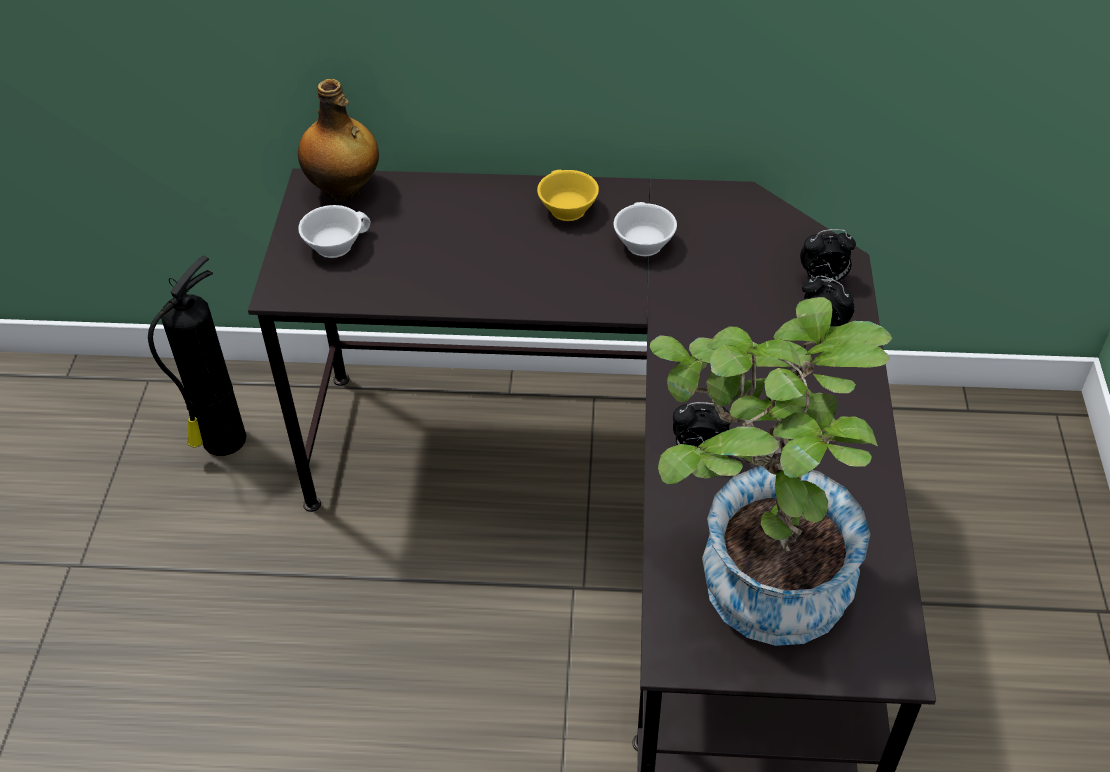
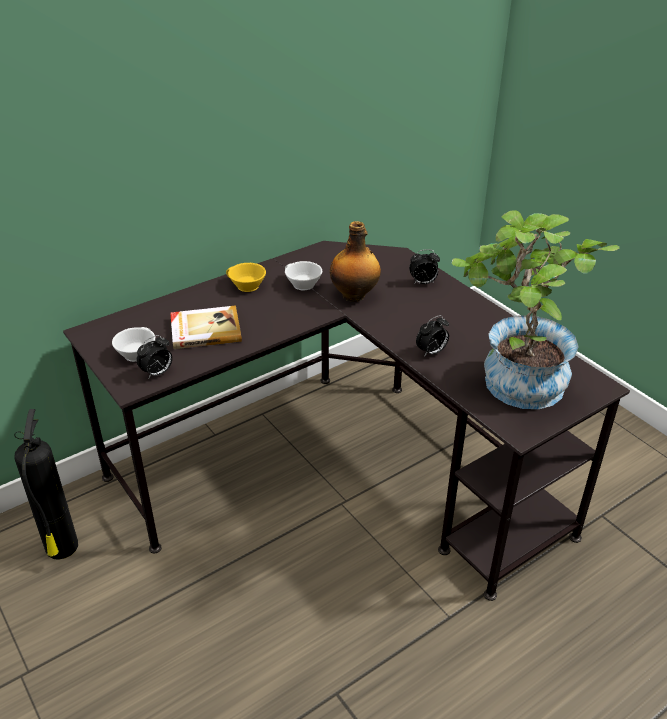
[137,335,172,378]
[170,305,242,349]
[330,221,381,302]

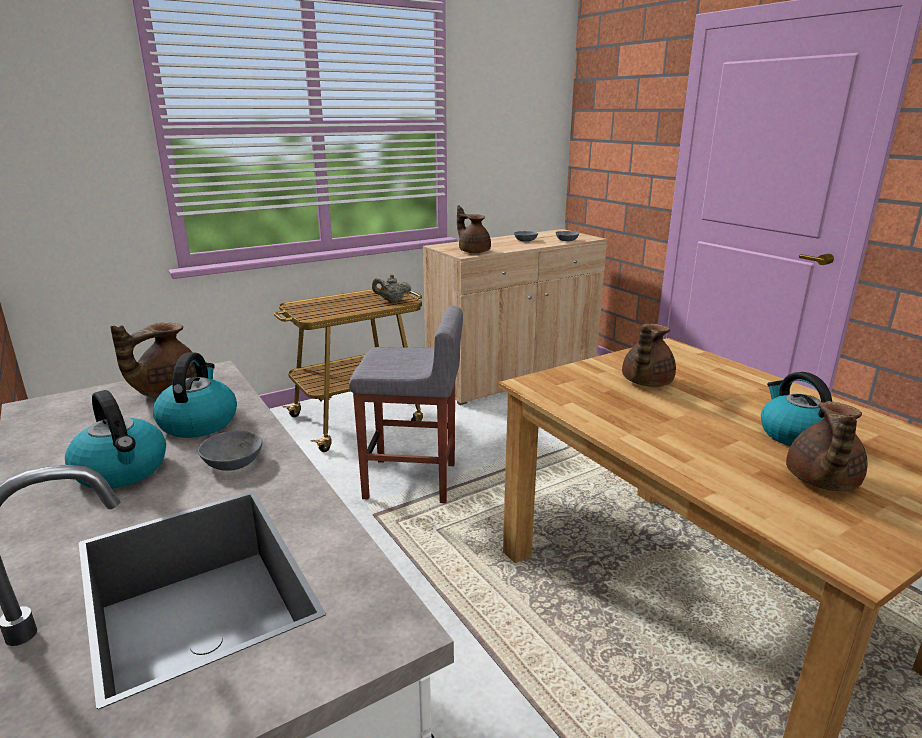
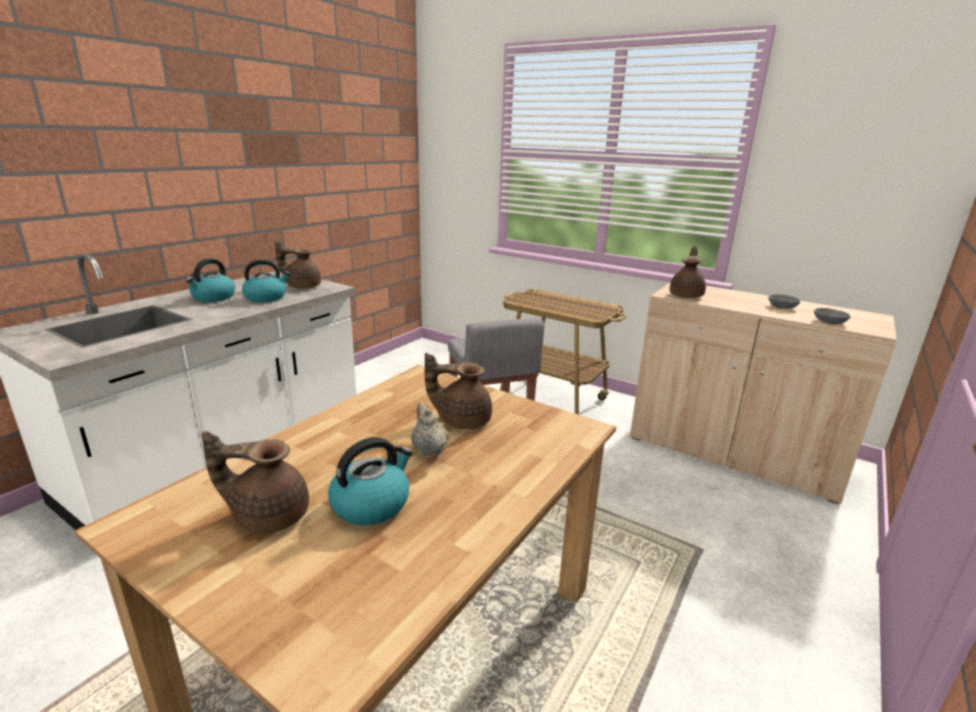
[411,402,449,456]
[198,430,262,471] (first image)

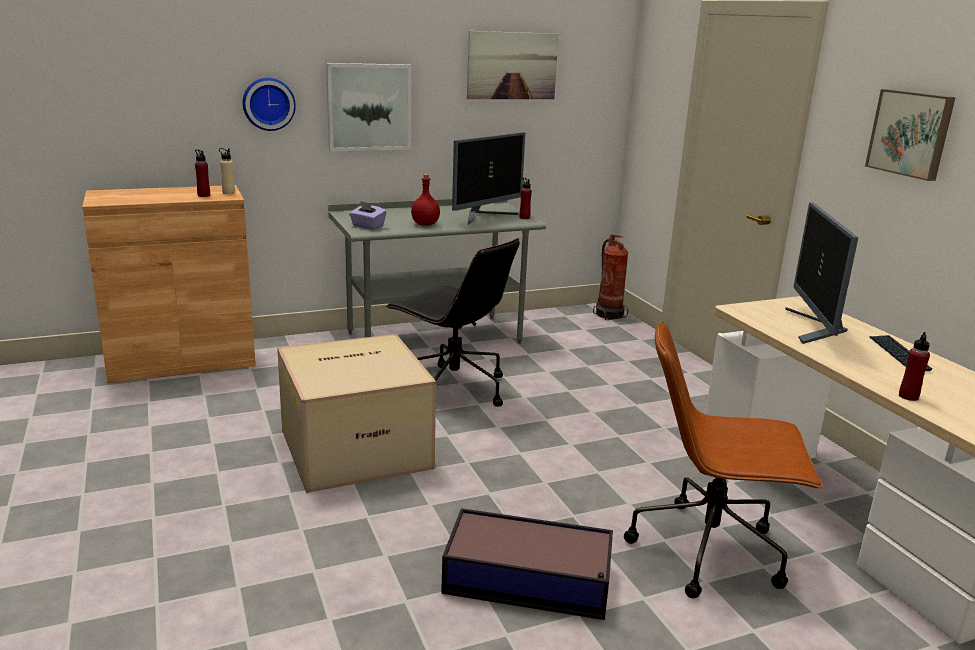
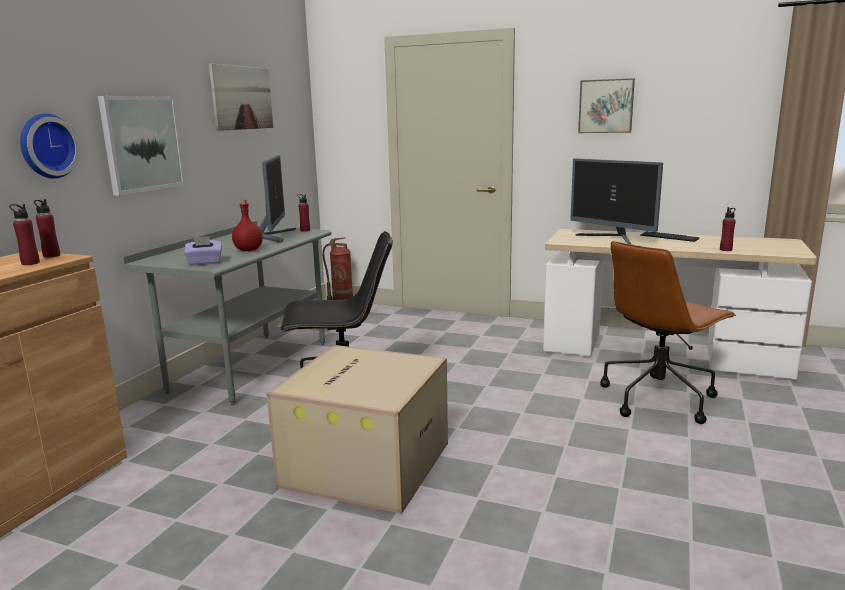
[34,199,60,258]
[441,508,613,620] (first image)

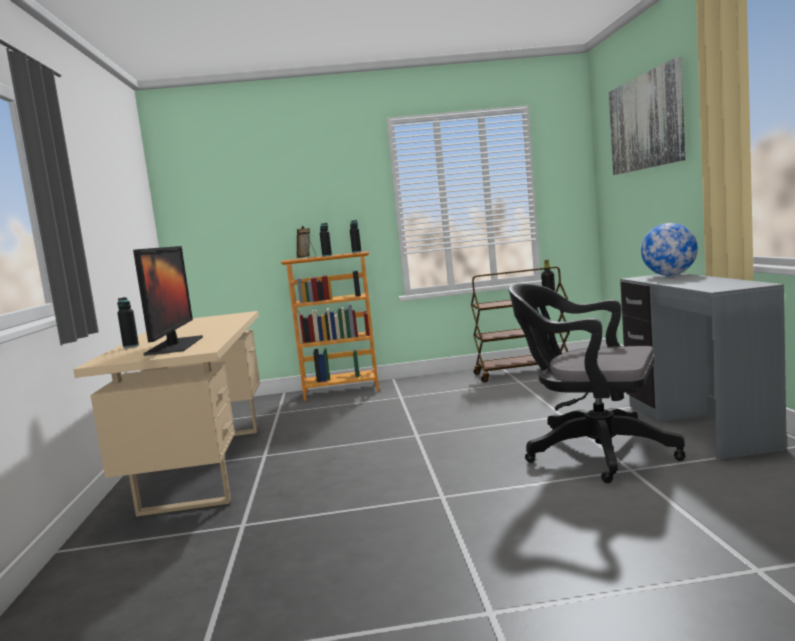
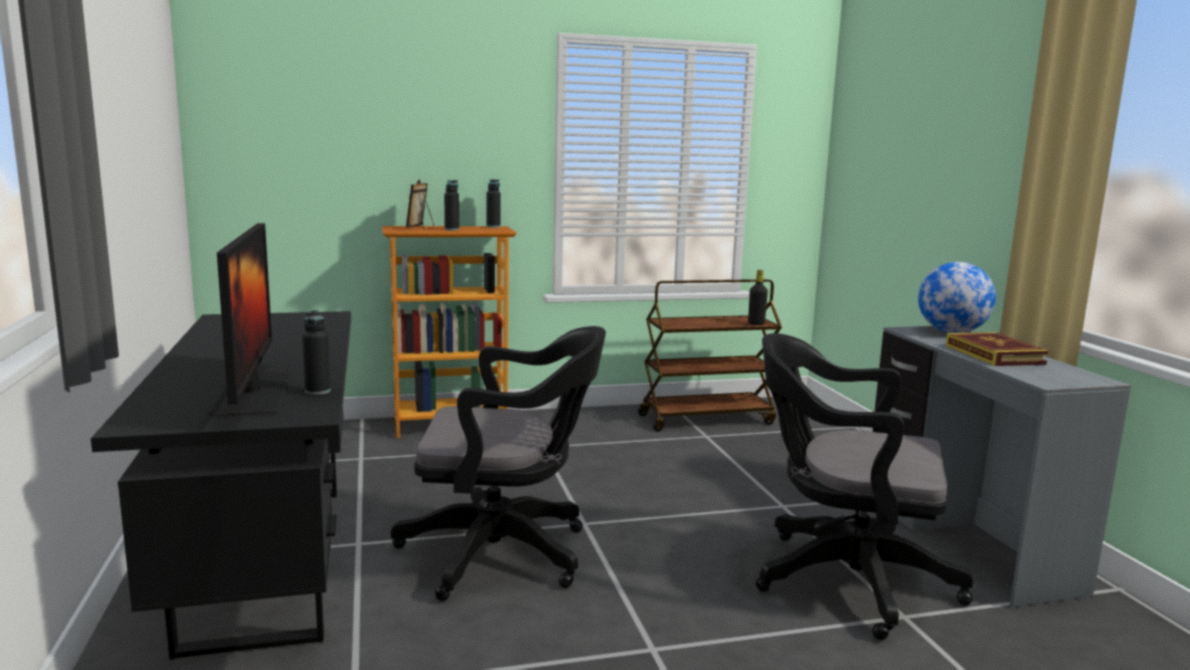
[91,311,351,660]
[302,310,331,395]
[391,326,606,601]
[946,332,1049,366]
[609,57,685,175] (first image)

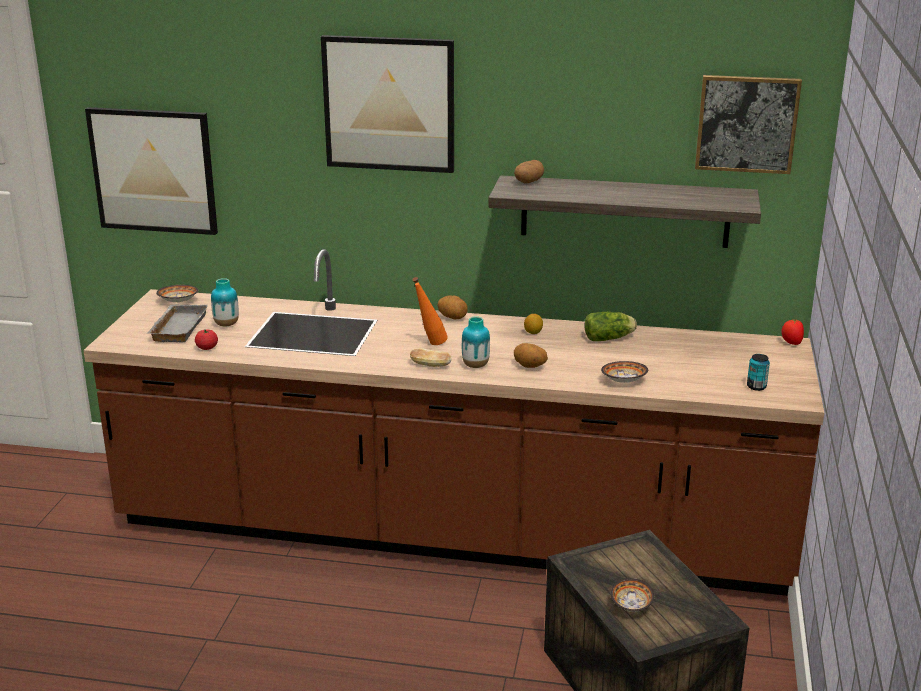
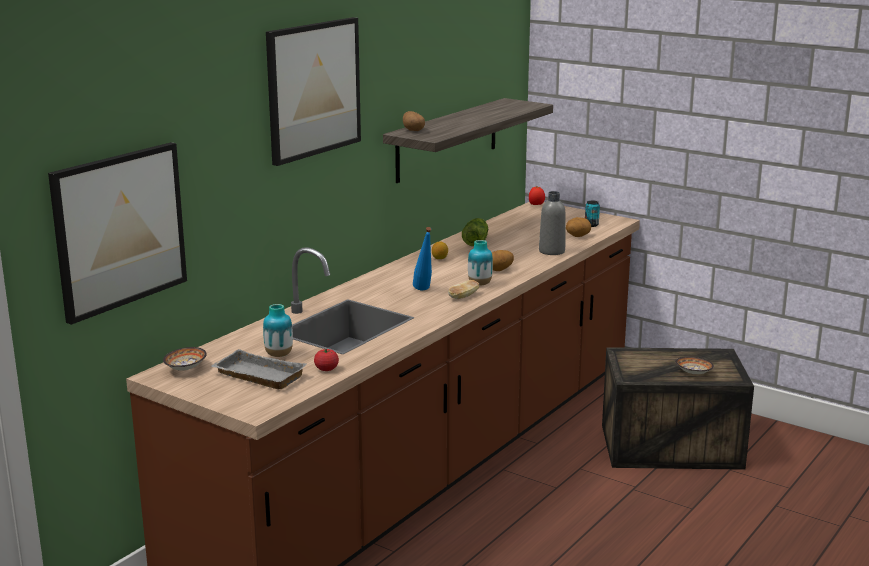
[413,227,432,290]
[539,191,566,255]
[566,217,591,237]
[695,75,802,174] (first image)

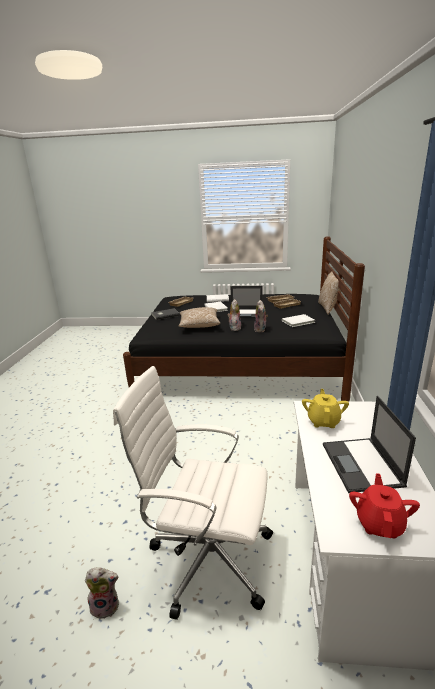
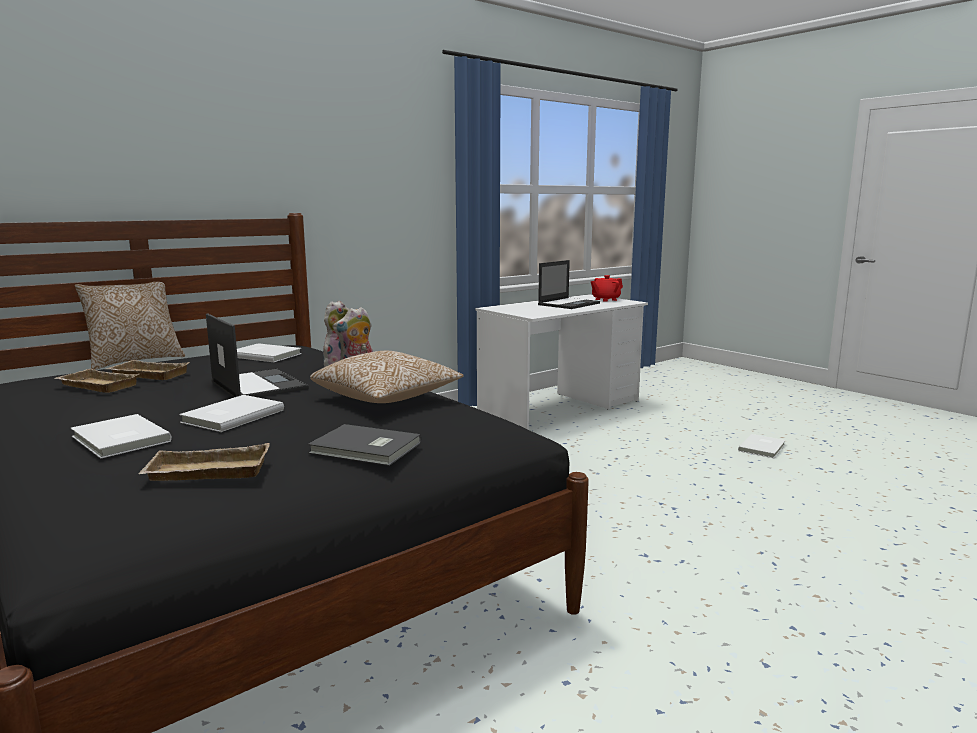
[738,434,786,458]
[113,366,273,620] (first image)
[302,389,349,428] (first image)

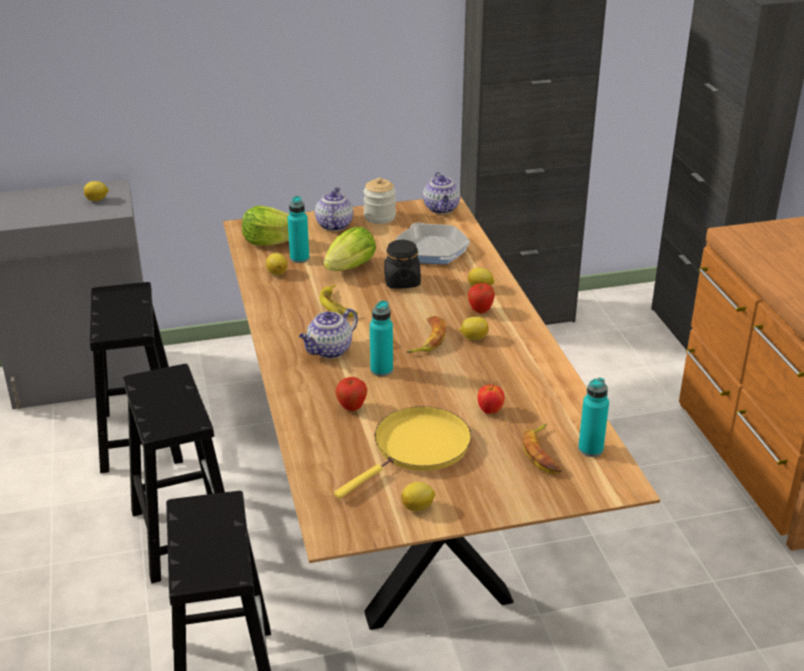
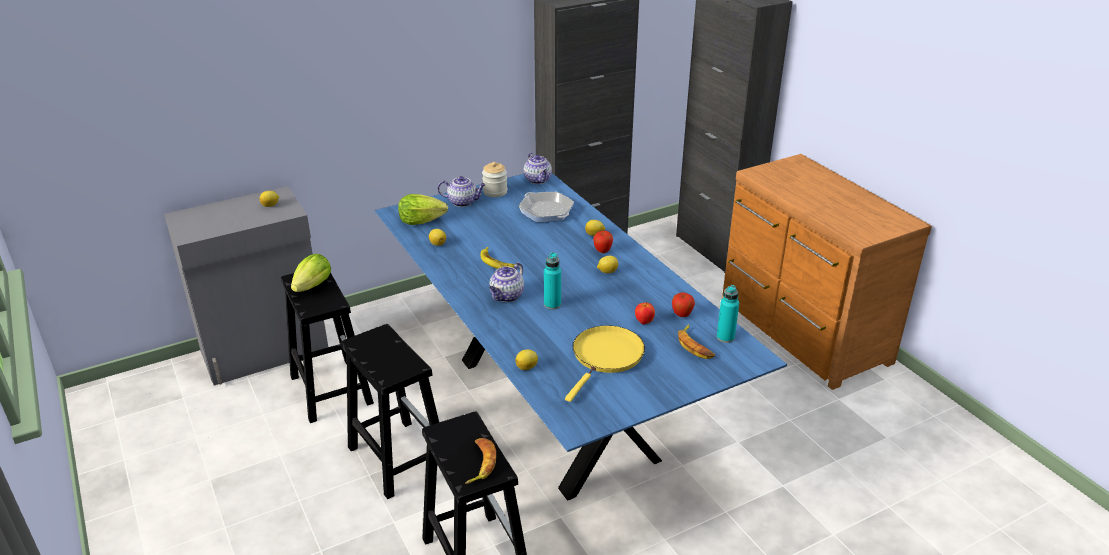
[291,254,331,292]
[375,173,787,500]
[438,176,486,207]
[465,438,496,484]
[515,350,538,370]
[672,292,695,317]
[288,196,309,263] (first image)
[384,240,421,288] (first image)

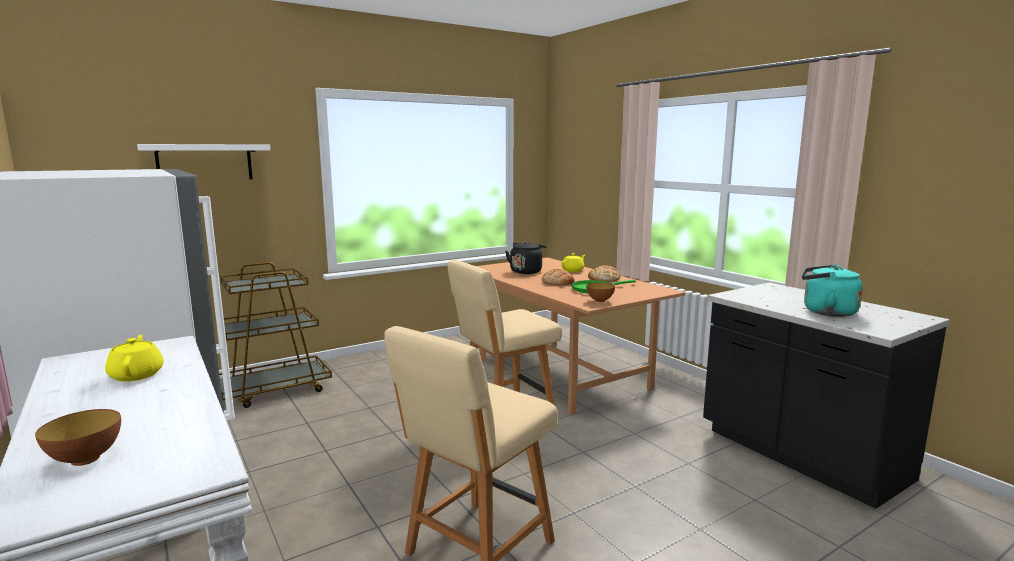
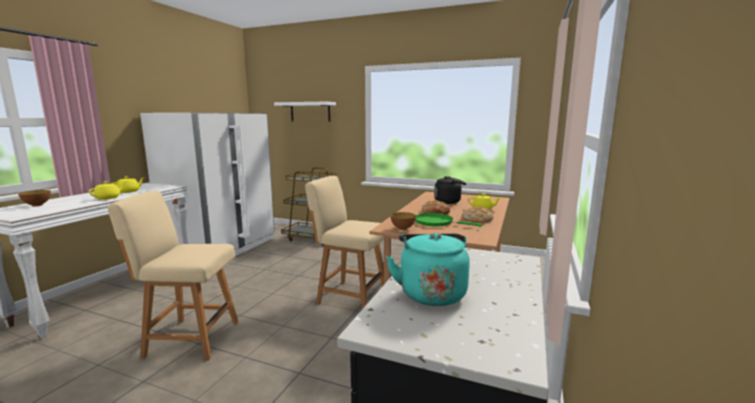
[89,181,124,200]

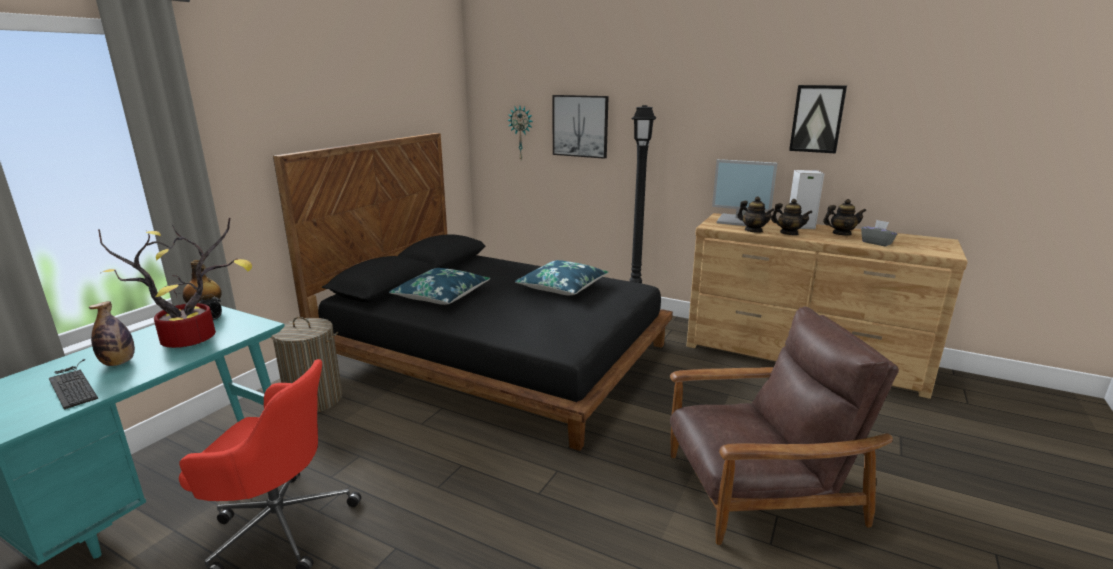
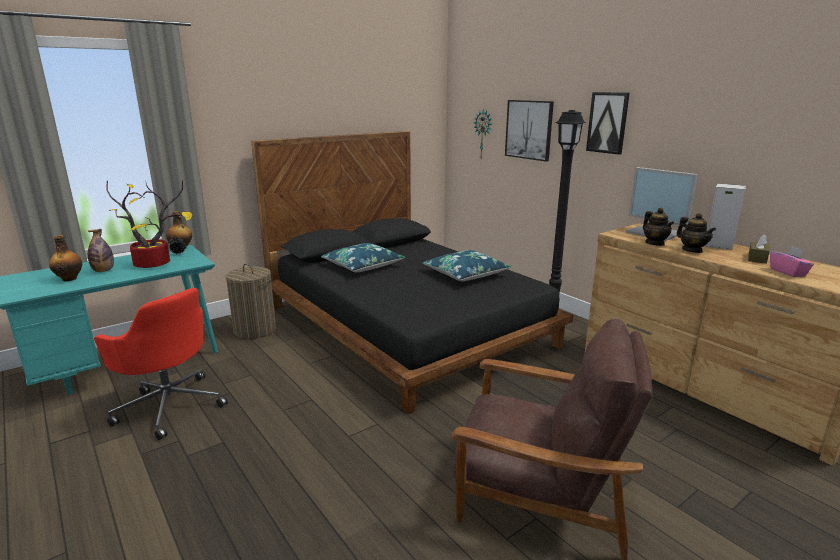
[49,235,82,281]
[586,92,630,155]
[748,234,770,264]
[770,246,814,277]

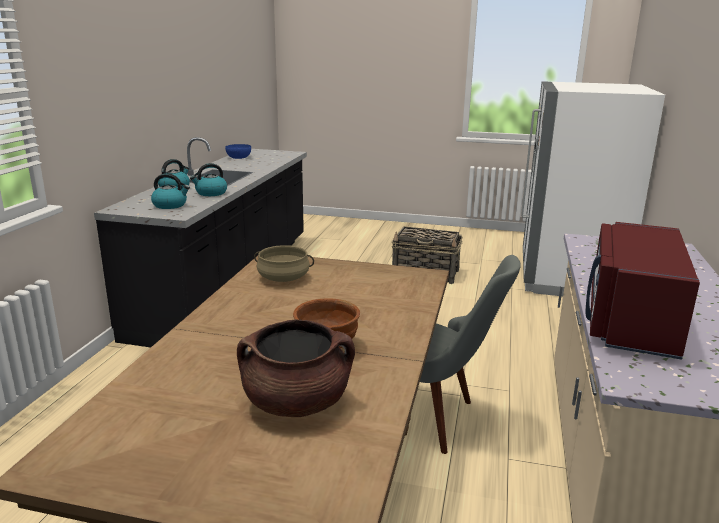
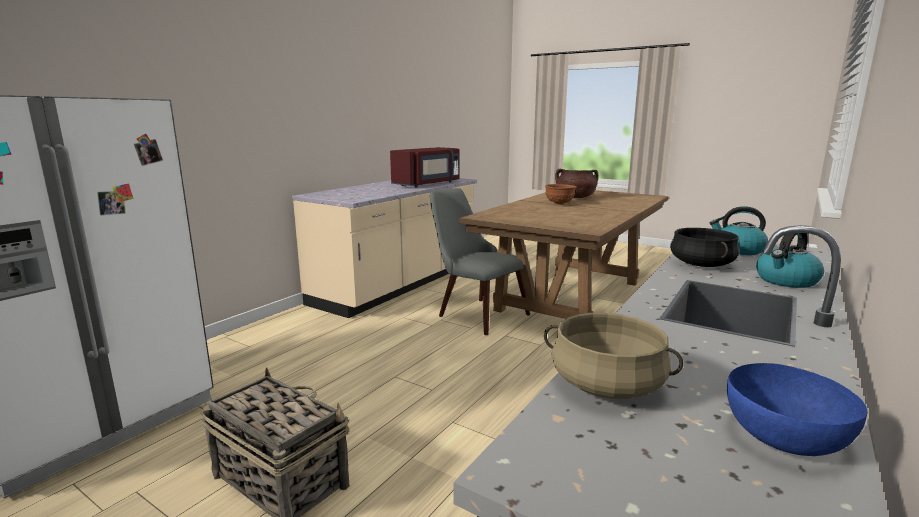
[544,312,683,399]
[670,228,740,267]

